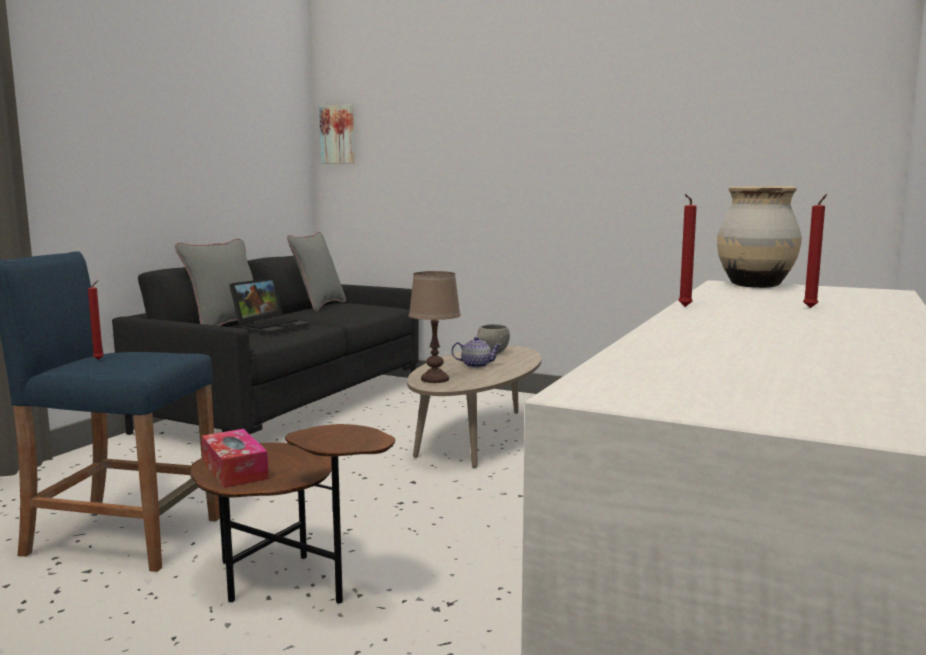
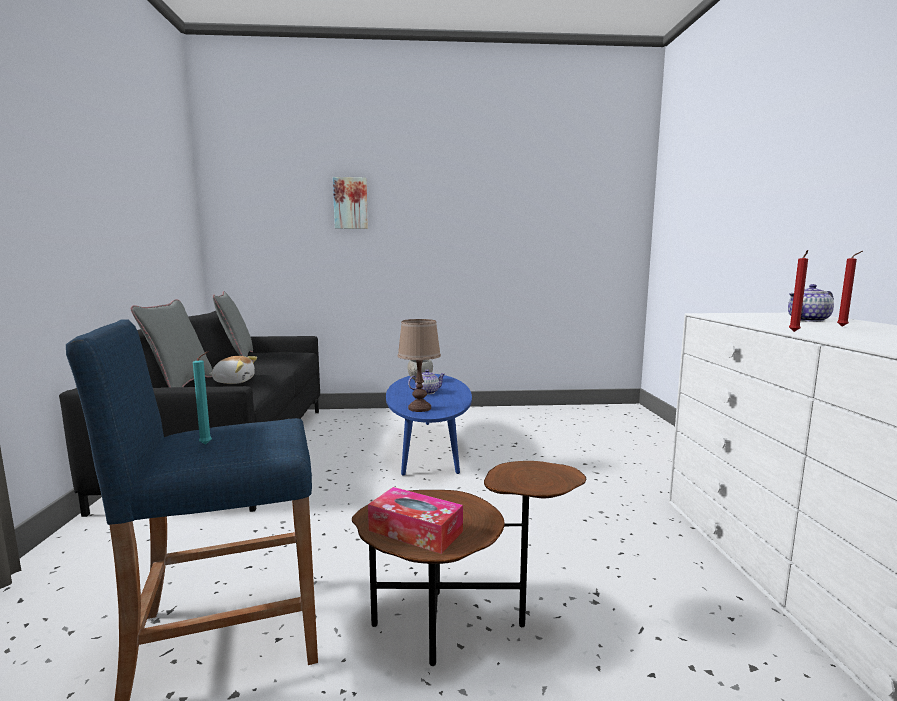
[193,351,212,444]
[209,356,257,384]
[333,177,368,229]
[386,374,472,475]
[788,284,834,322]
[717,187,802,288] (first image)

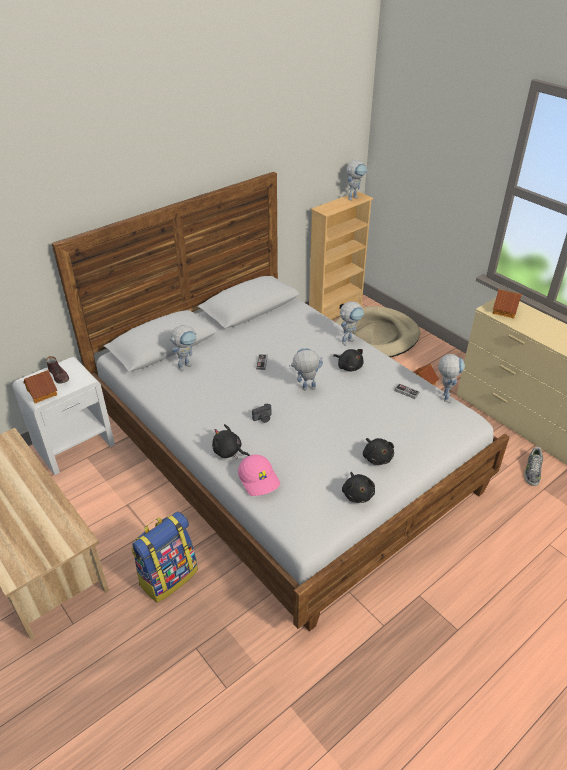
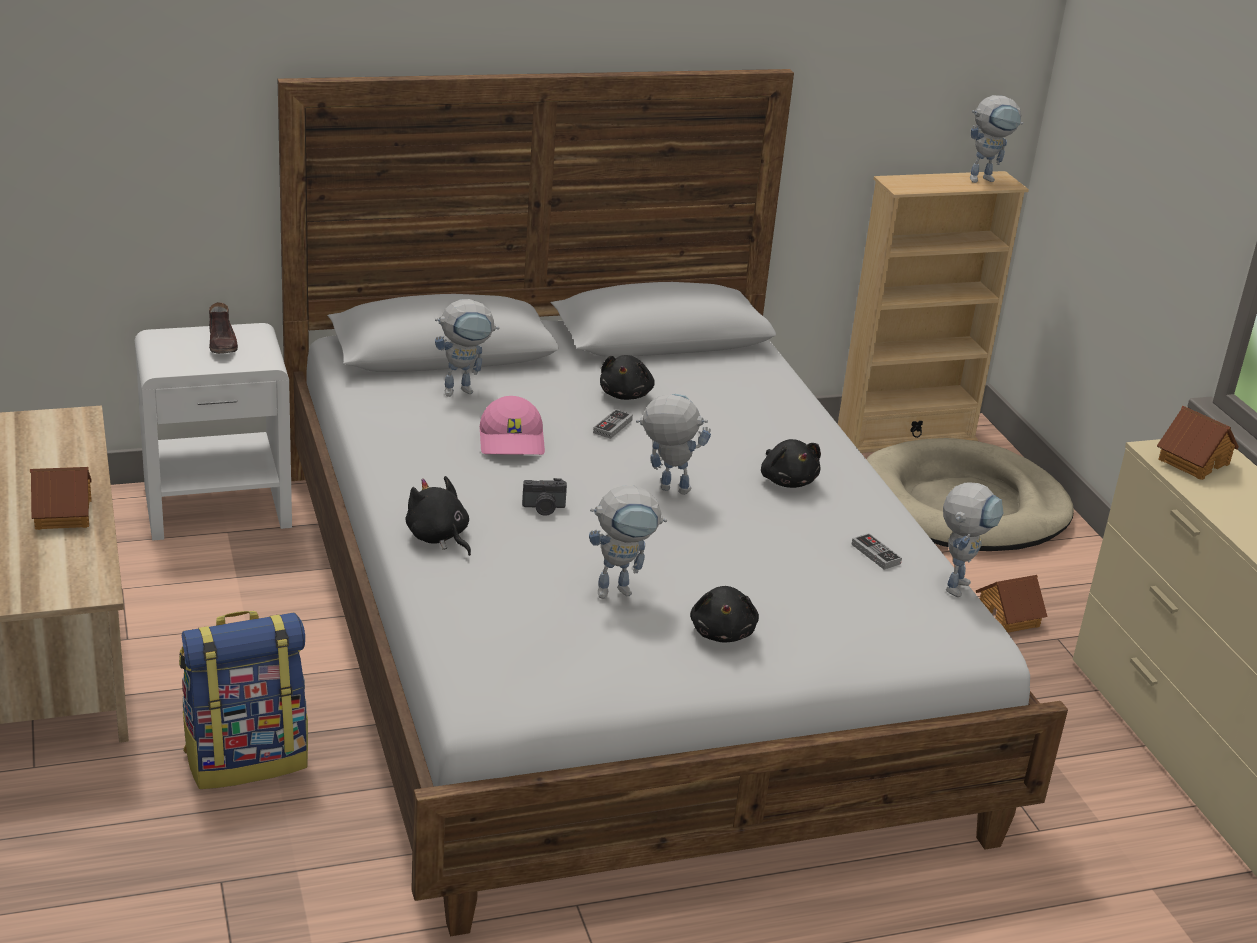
[30,467,92,530]
[480,396,545,455]
[589,485,667,599]
[600,355,655,400]
[524,447,543,486] (first image)

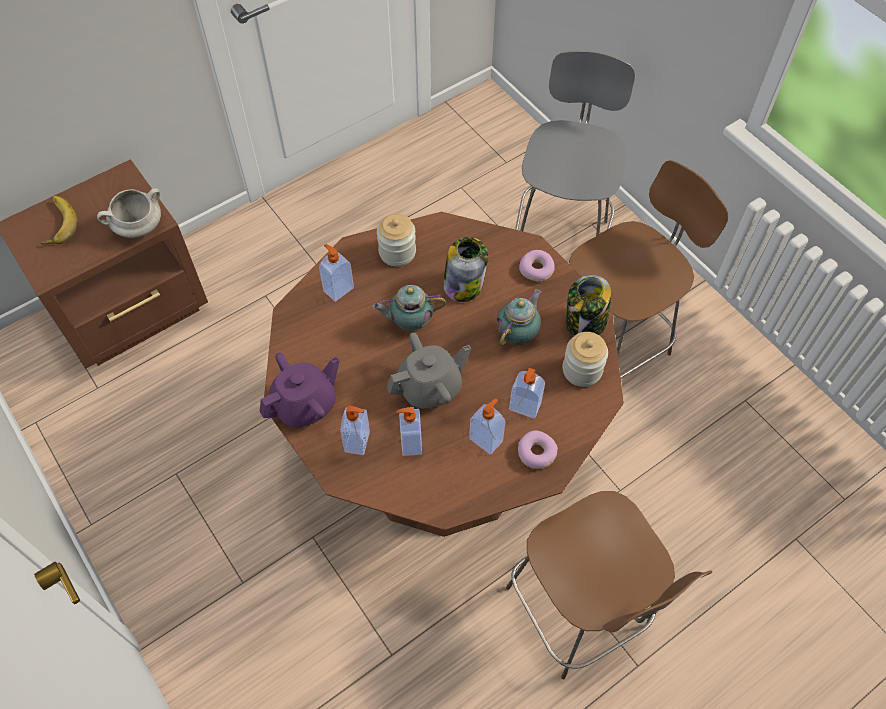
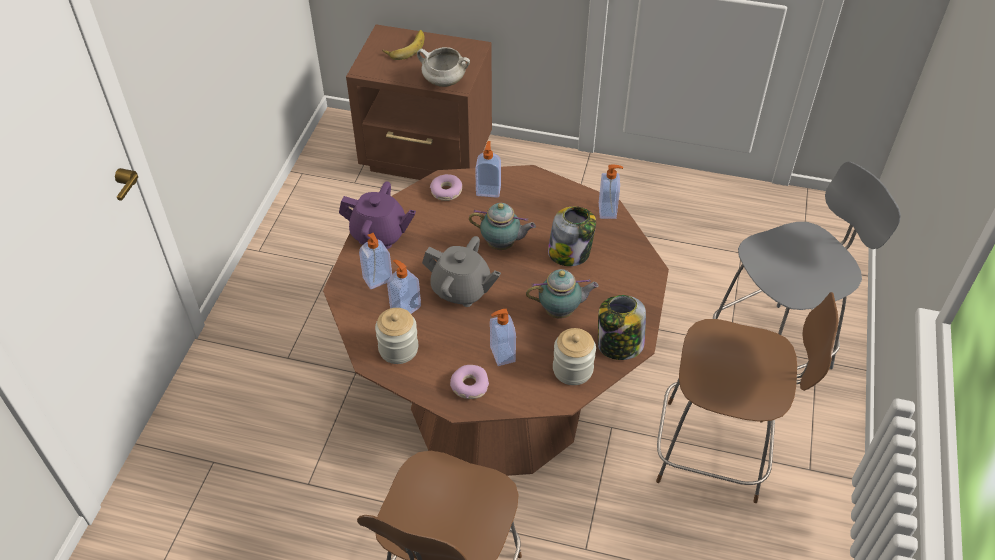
[375,308,419,364]
[430,174,462,201]
[469,203,536,250]
[599,165,623,219]

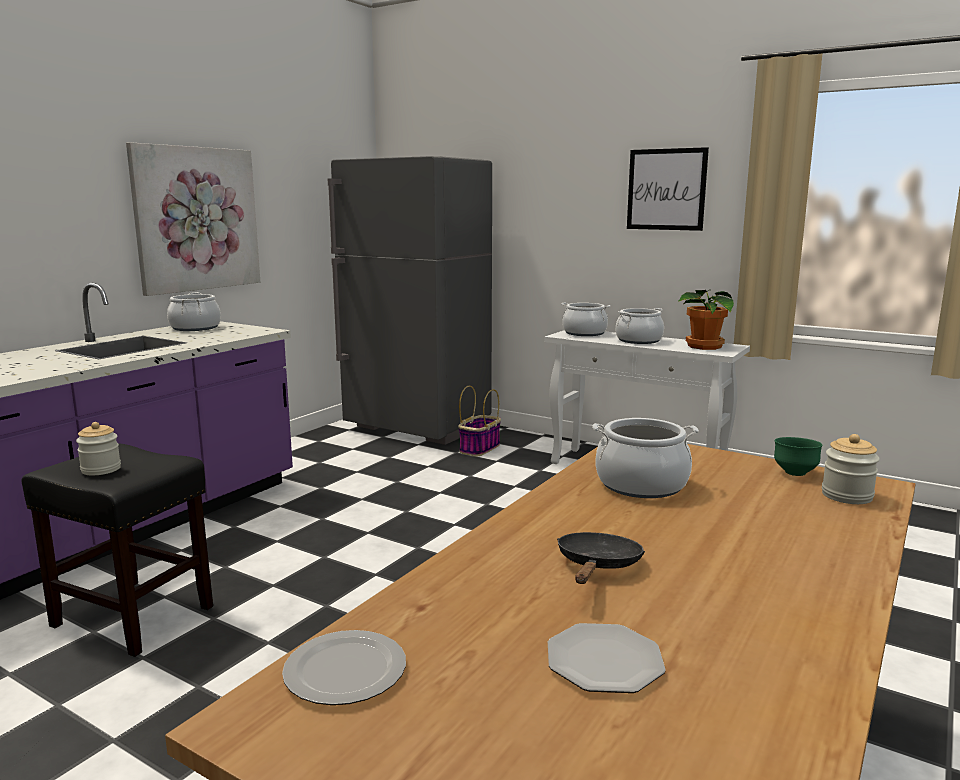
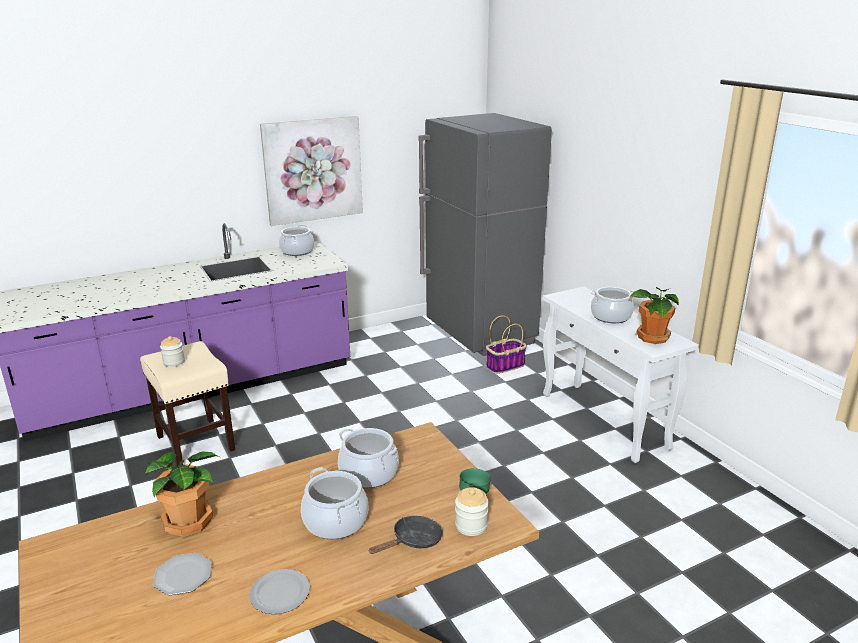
[140,341,235,466]
[145,451,219,537]
[249,569,310,614]
[301,467,368,539]
[369,516,443,554]
[627,147,709,231] (first image)

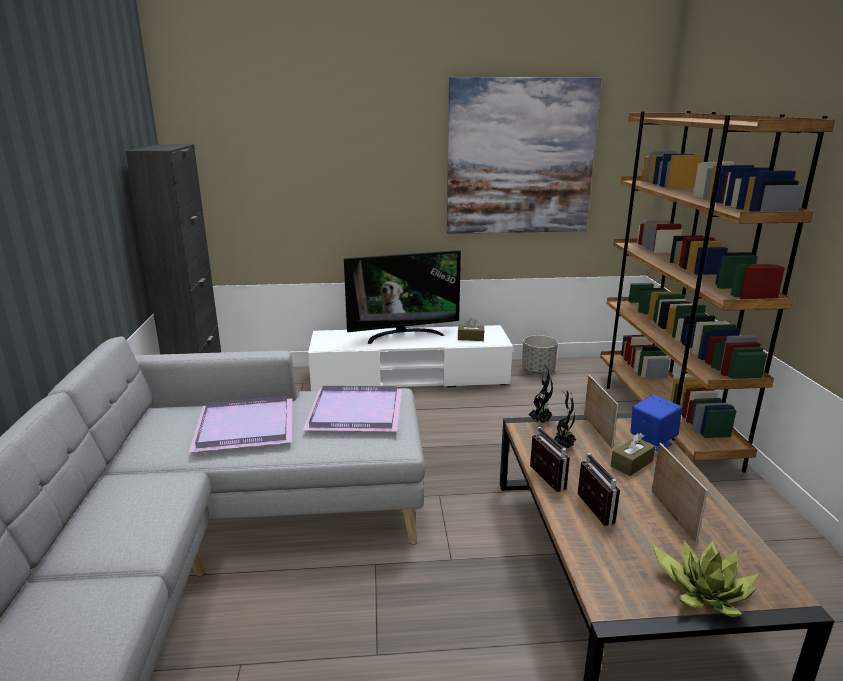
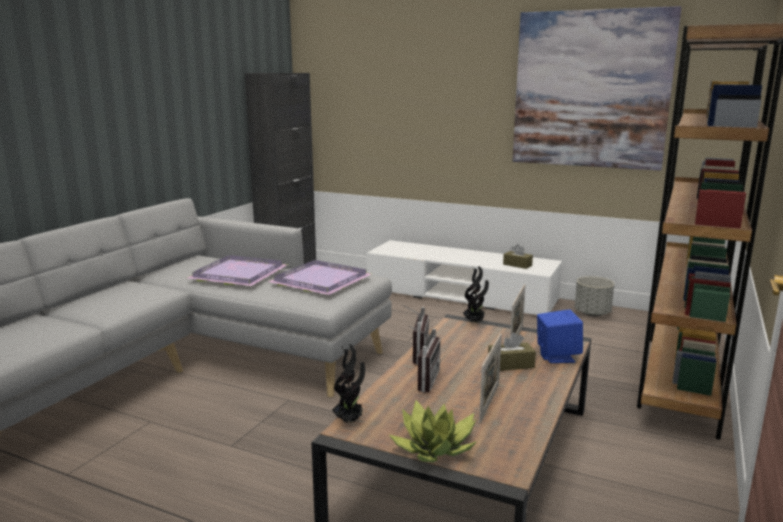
[332,344,365,423]
[344,250,461,344] (first image)

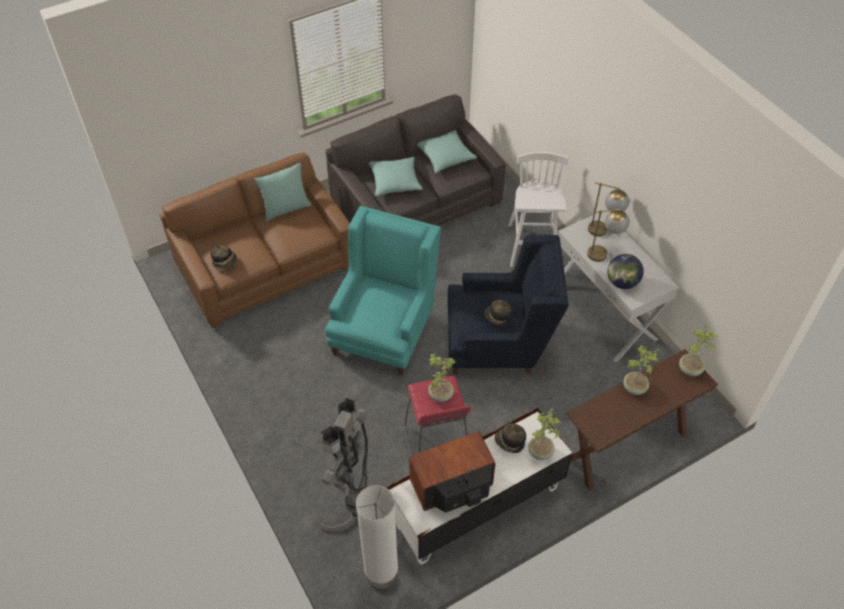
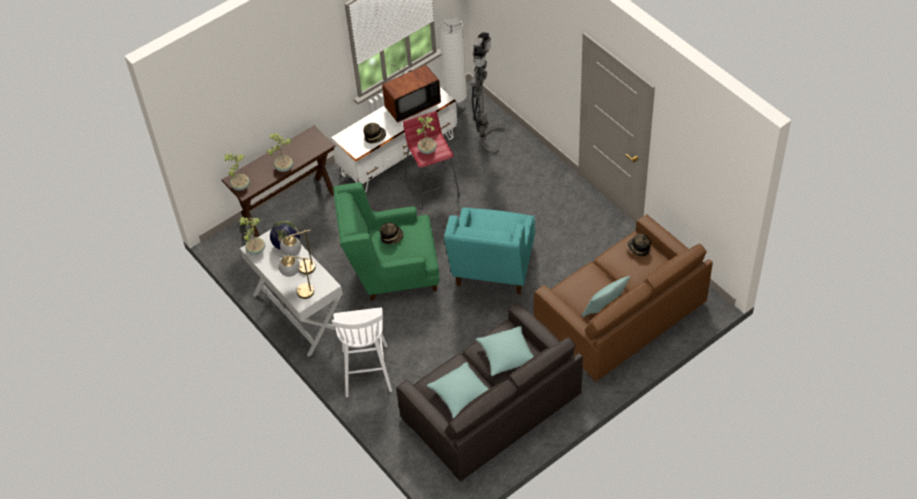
[239,217,265,255]
[333,182,440,301]

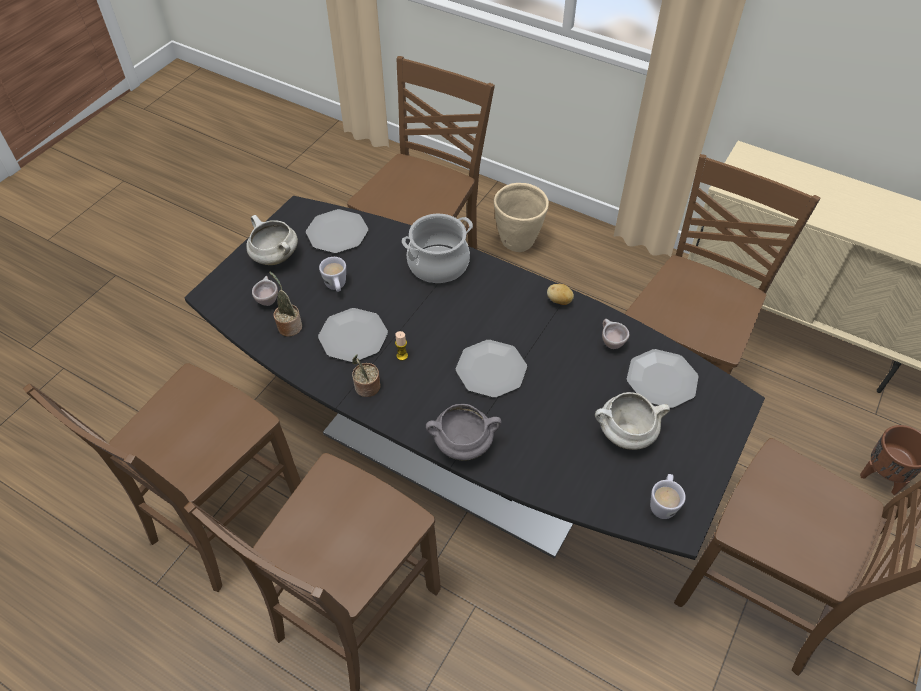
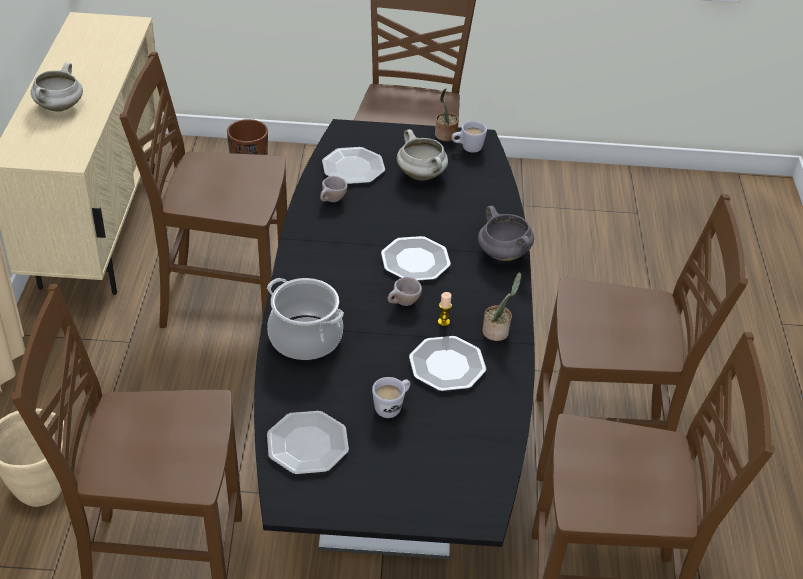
[31,62,83,112]
[387,277,422,306]
[435,88,458,141]
[547,284,574,305] (first image)

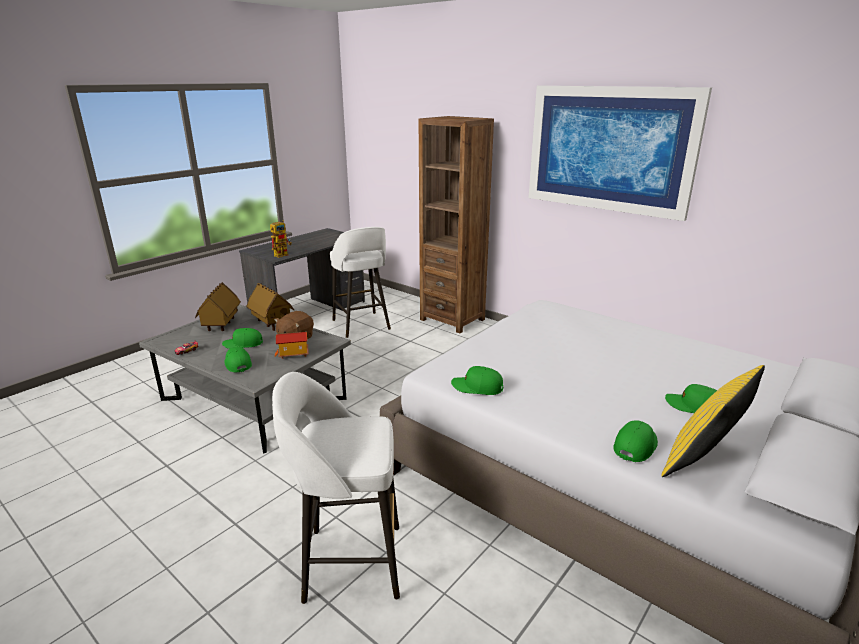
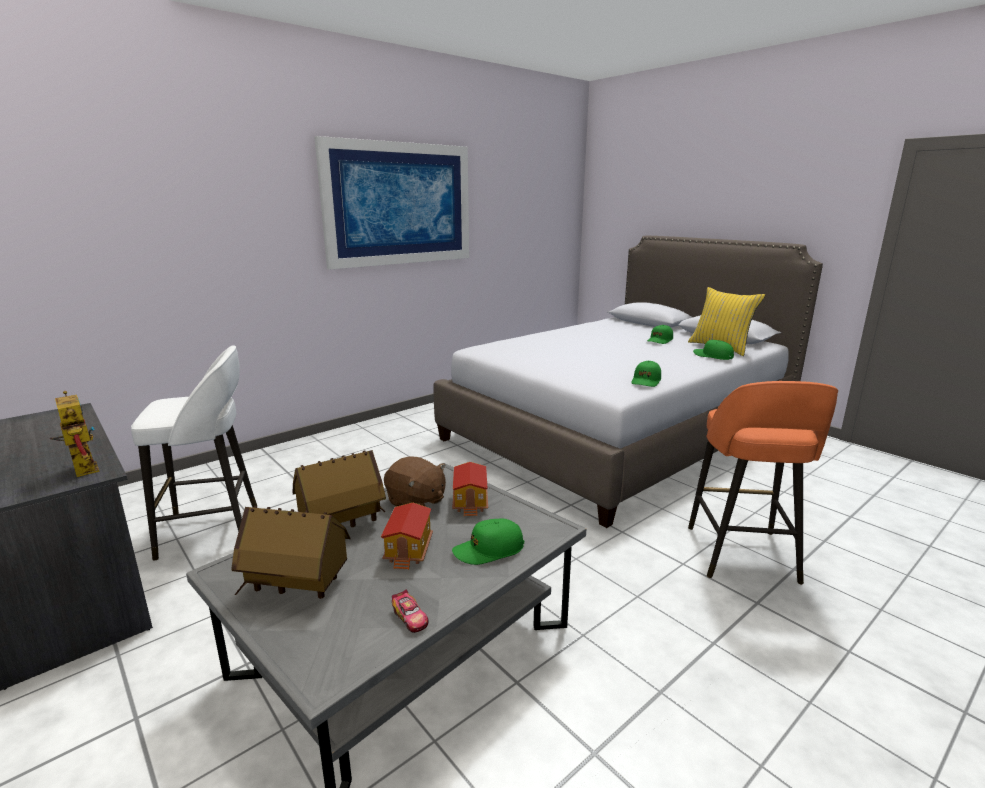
[381,503,433,570]
[688,381,838,585]
[419,116,494,333] (first image)

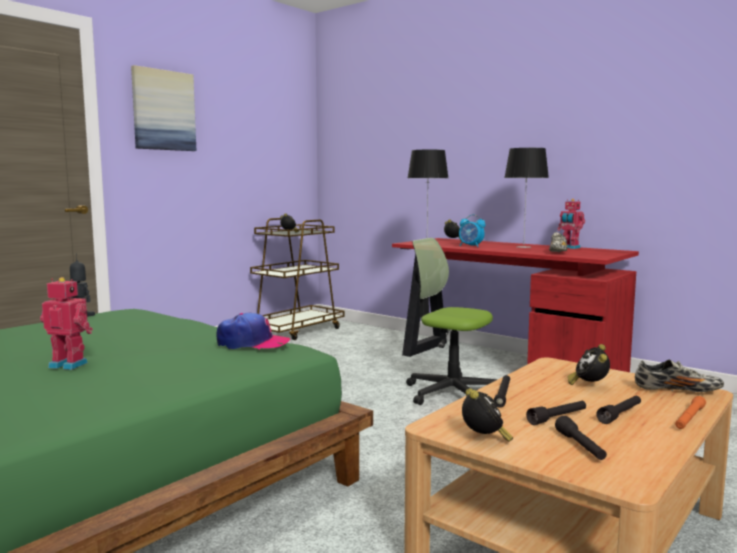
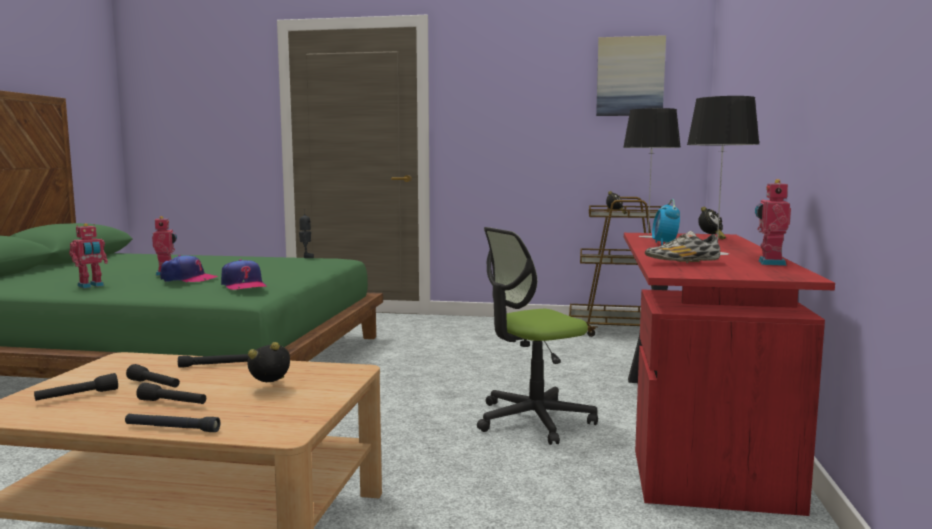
[69,223,108,288]
[125,414,220,432]
[160,255,218,283]
[477,227,598,445]
[596,35,666,116]
[462,388,513,442] (first image)
[635,360,724,392] (first image)

